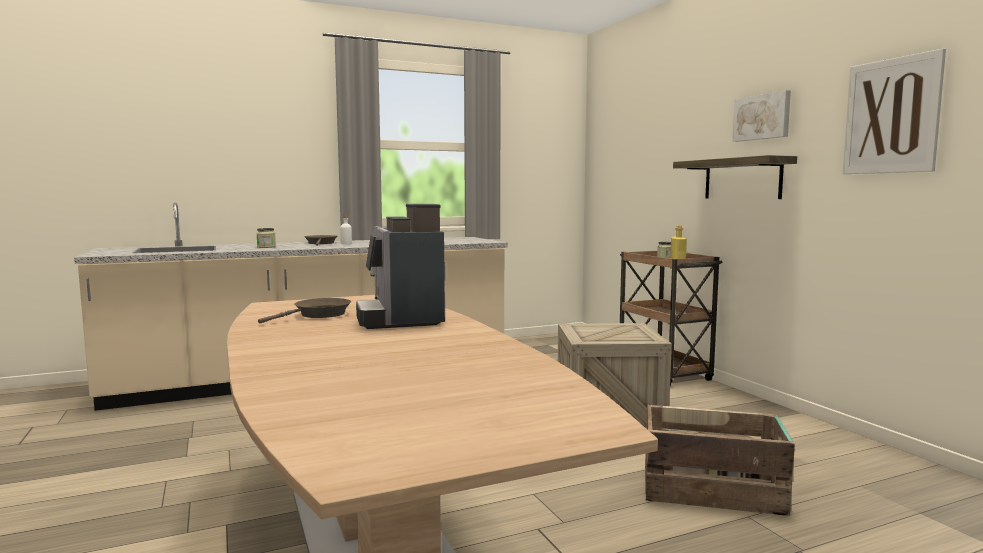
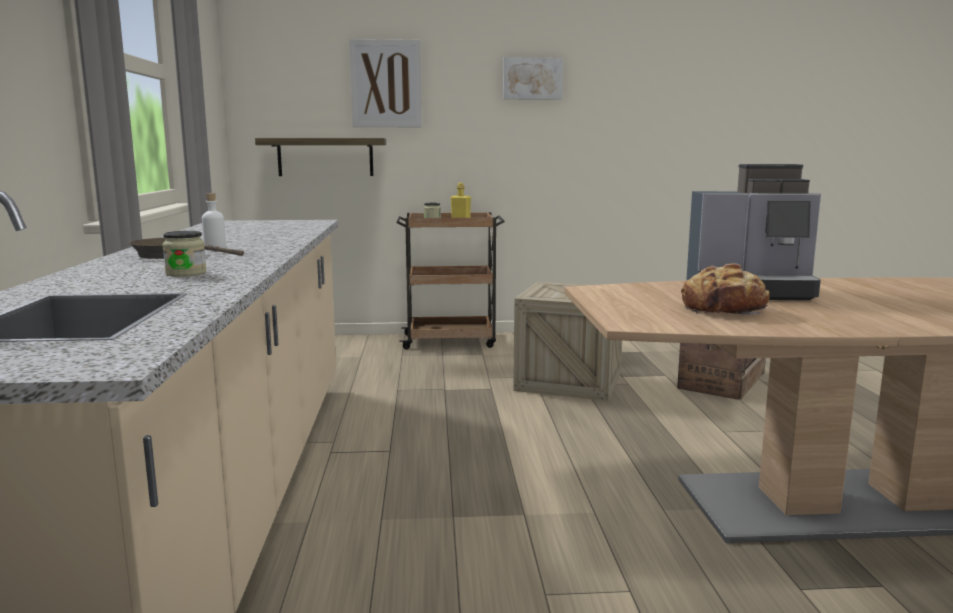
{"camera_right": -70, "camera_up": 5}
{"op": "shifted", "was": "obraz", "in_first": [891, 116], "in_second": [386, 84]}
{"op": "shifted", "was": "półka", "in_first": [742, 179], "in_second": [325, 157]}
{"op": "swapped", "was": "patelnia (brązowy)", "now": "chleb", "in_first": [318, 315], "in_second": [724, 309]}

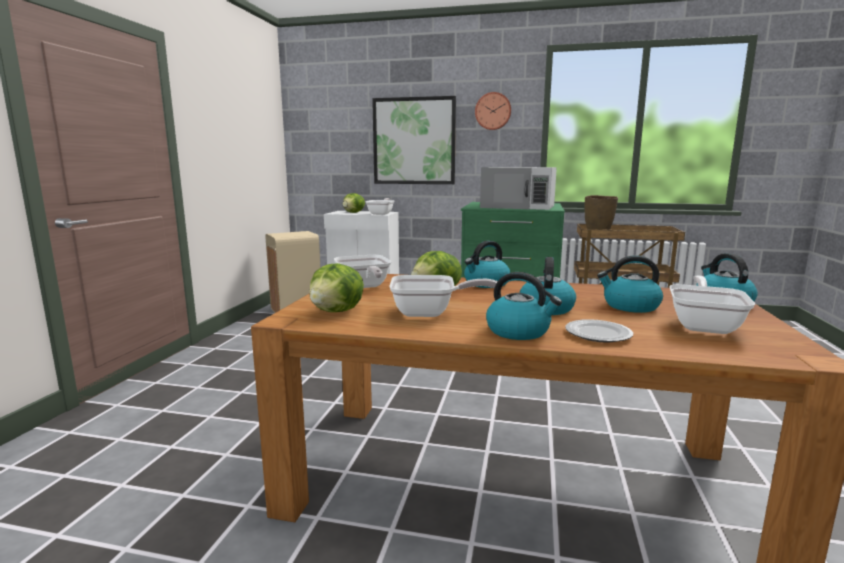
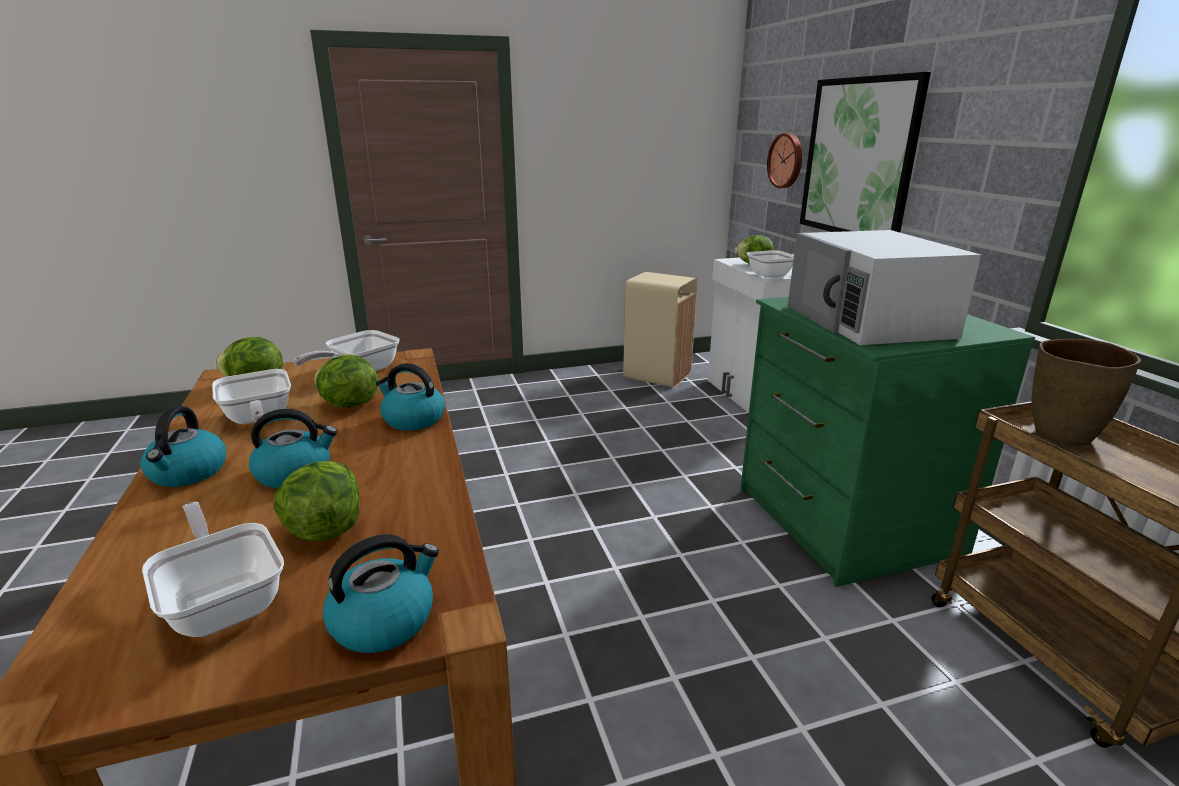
{"camera_right": 60, "camera_up": 10}
{"op": "shifted", "was": "zegar ścienny", "in_first": [493, 111], "in_second": [786, 161]}
{"op": "swapped", "was": "czajnik", "now": "sałata", "in_first": [630, 306], "in_second": [325, 530]}
{"op": "rotated", "was": "patelnia", "in_first": [704, 325], "in_second": [225, 601], "clockwise": -120}
{"op": "gone", "was": "talerz", "in_first": [597, 334]}

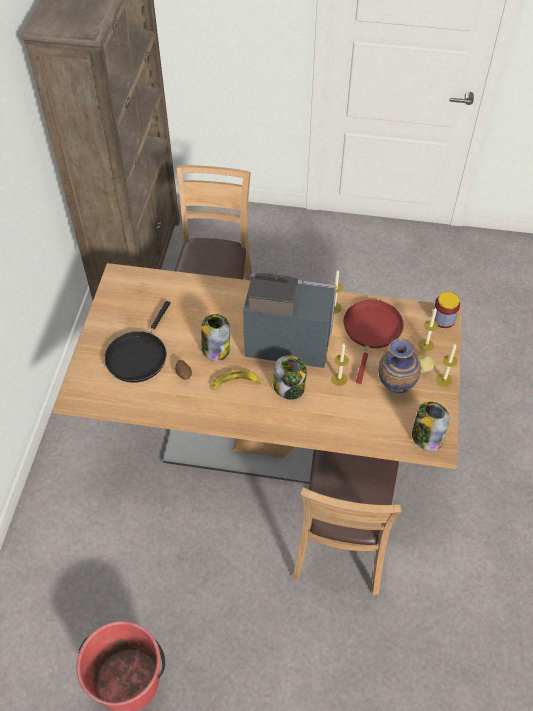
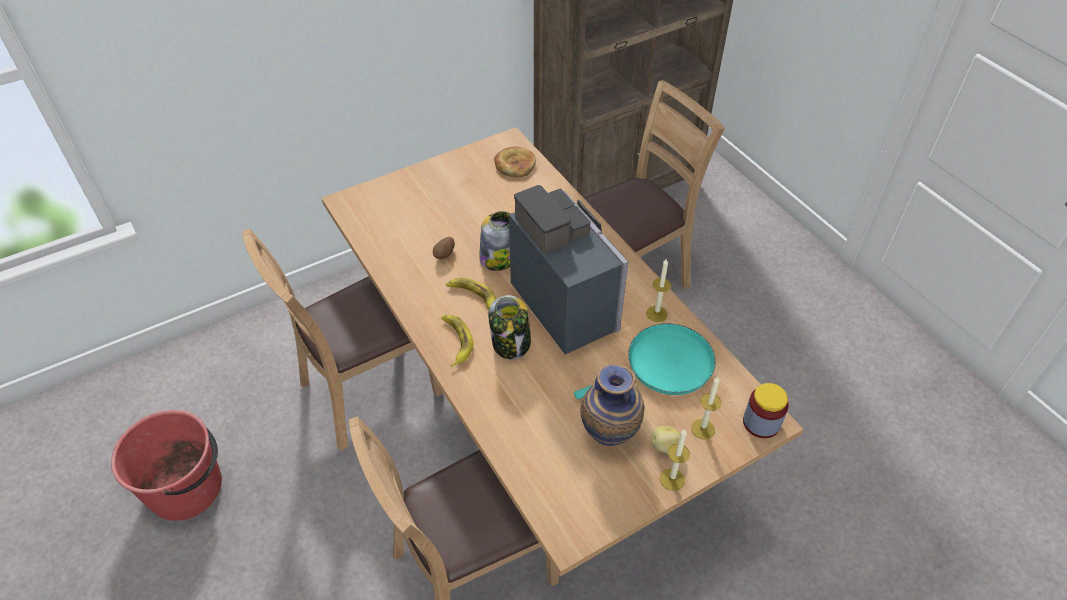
{"camera_right": 50, "camera_up": -5}
{"op": "repainted", "was": "patelnia (czerwony)", "now": "patelnia (turkusowy)", "in_first": [371, 331], "in_second": [663, 366]}
{"op": "gone", "was": "patelnia (czarny)", "in_first": [138, 355]}
{"op": "gone", "was": "świeca", "in_first": [339, 379]}
{"op": "gone", "was": "słoik", "in_first": [426, 437]}
{"op": "new", "now": "chleb", "in_second": [515, 164]}
{"op": "new", "now": "krzesło (brązowy)", "in_second": [369, 390]}
{"op": "new", "now": "banan", "in_second": [456, 341]}

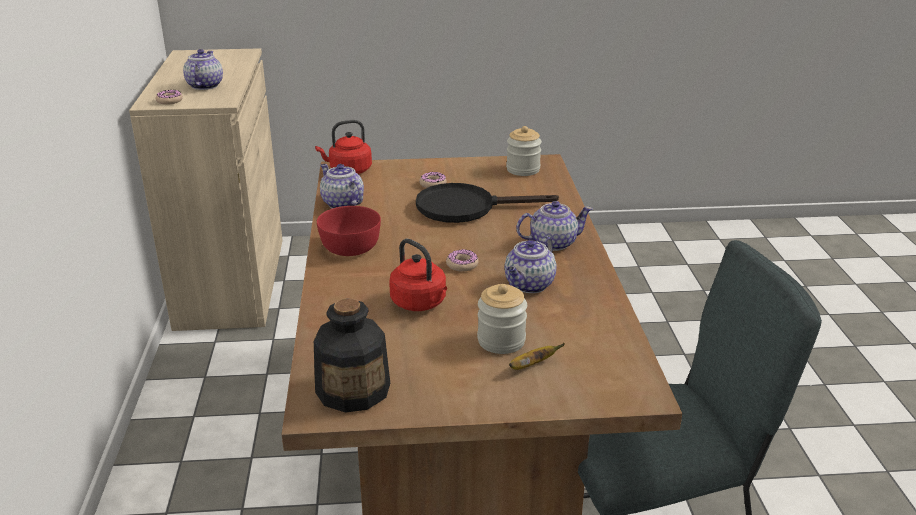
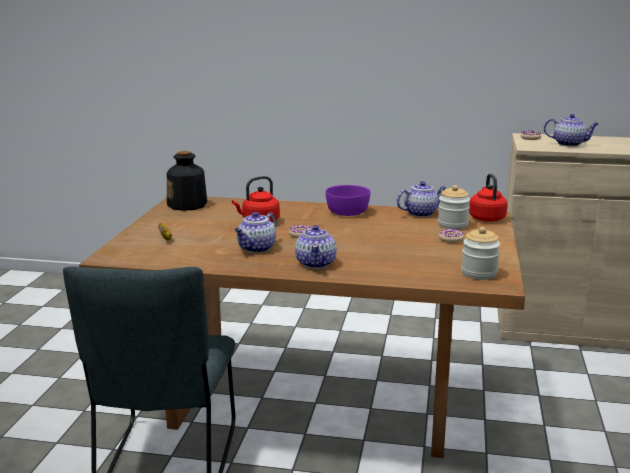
{"camera_right": 105, "camera_up": -10}
{"op": "gone", "was": "patelnia (czarny)", "in_first": [466, 207]}
{"op": "repainted", "was": "miska (czerwony)", "now": "miska (fioletowy)", "in_first": [350, 246], "in_second": [348, 212]}
{"op": "rotated", "was": "imbryk", "in_first": [529, 285], "in_second": [256, 248], "clockwise": -105}
{"op": "shifted", "was": "słoik", "in_first": [501, 341], "in_second": [452, 225]}

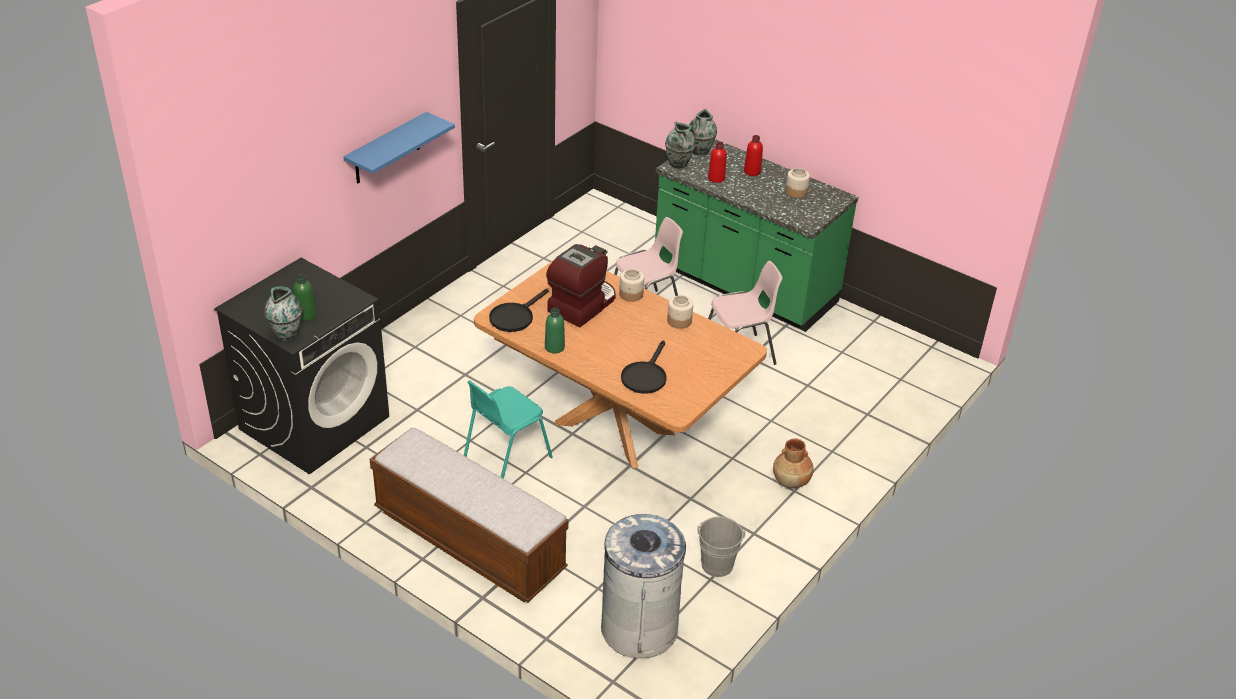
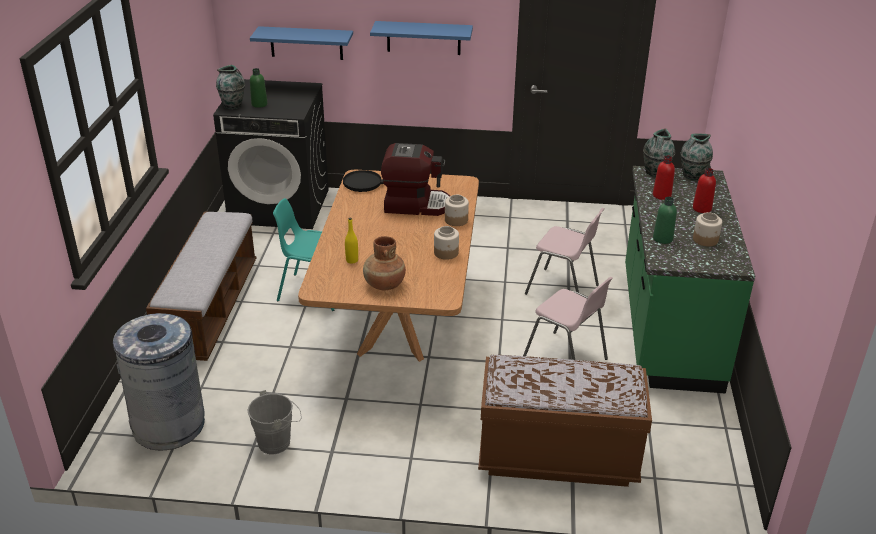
{"camera_right": 60, "camera_up": -5}
{"op": "shifted", "was": "butelka (zielony)", "in_first": [554, 347], "in_second": [662, 239]}
{"op": "swapped", "was": "patelnia (czarny)", "now": "butelka (żółty)", "in_first": [645, 376], "in_second": [352, 260]}
{"op": "shifted", "was": "wazon (brązowy)", "in_first": [791, 481], "in_second": [384, 285]}
{"op": "new", "now": "półka (niebieski)", "in_second": [306, 43]}
{"op": "new", "now": "ławka (brązowy)", "in_second": [557, 457]}

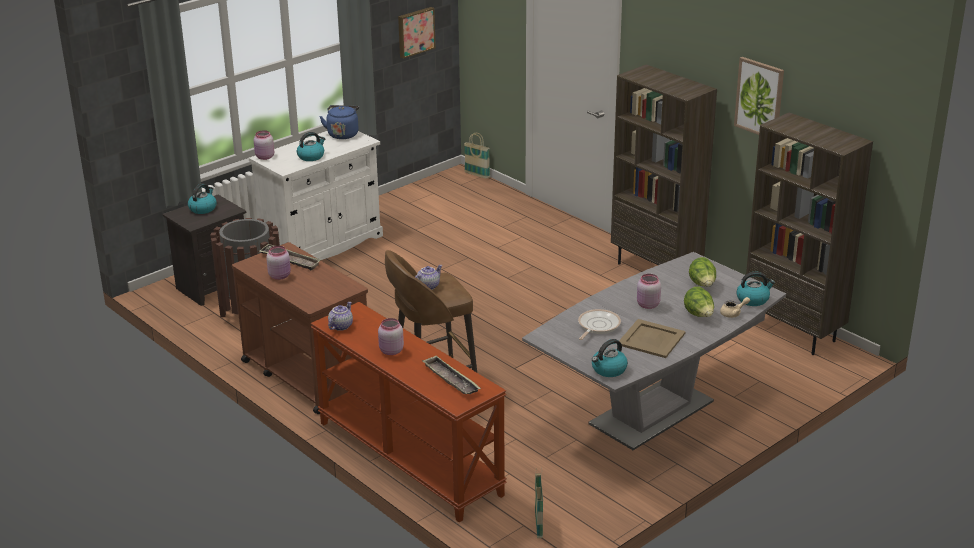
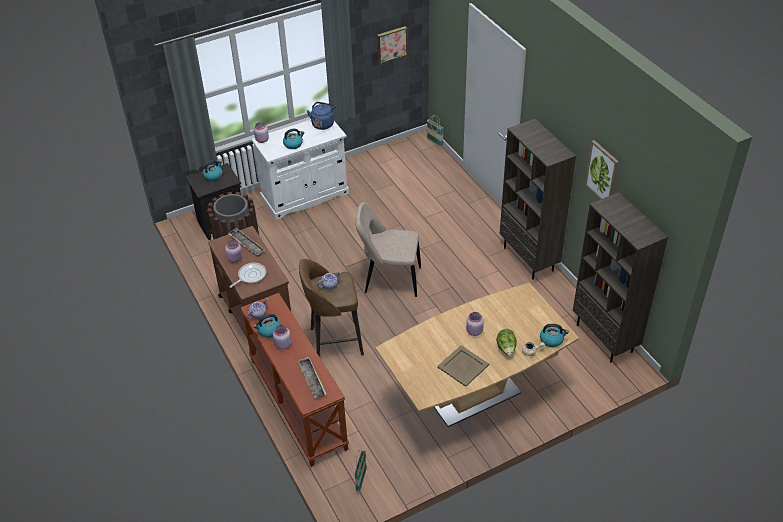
{"camera_right": 15, "camera_up": 15}
{"op": "repainted", "was": "stół jadalny (szary)", "now": "stół jadalny (brązowy)", "in_first": [651, 413], "in_second": [474, 395]}
{"op": "gone", "was": "sałata", "in_first": [702, 285]}
{"op": "shifted", "was": "patelnia", "in_first": [597, 326], "in_second": [250, 276]}
{"op": "shifted", "was": "czajnik", "in_first": [608, 370], "in_second": [269, 331]}
{"op": "new", "now": "krzesło (beżowy)", "in_second": [389, 280]}

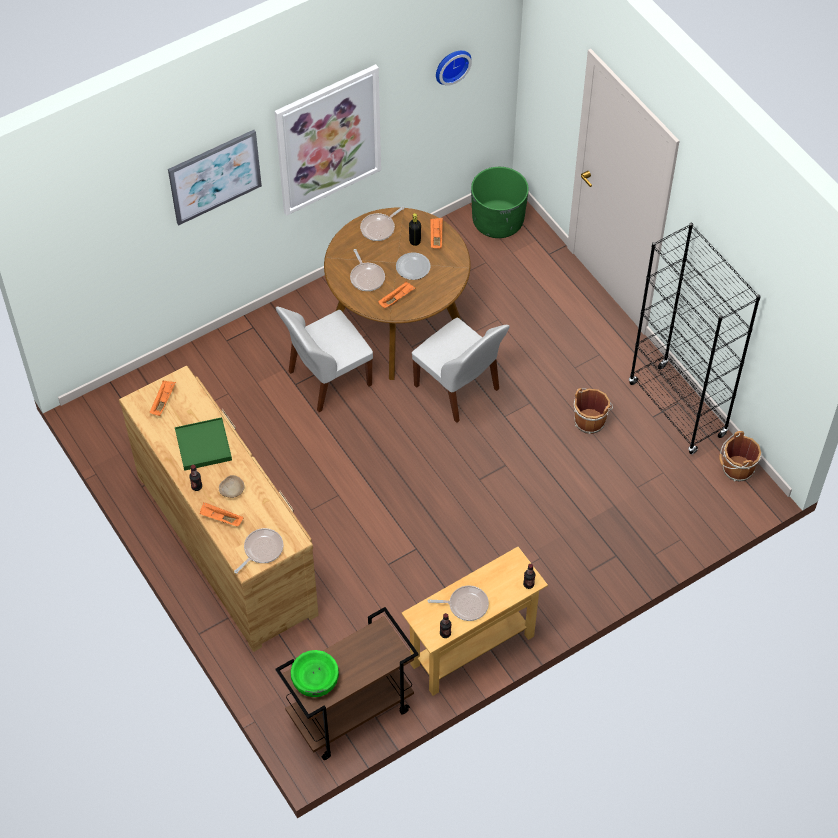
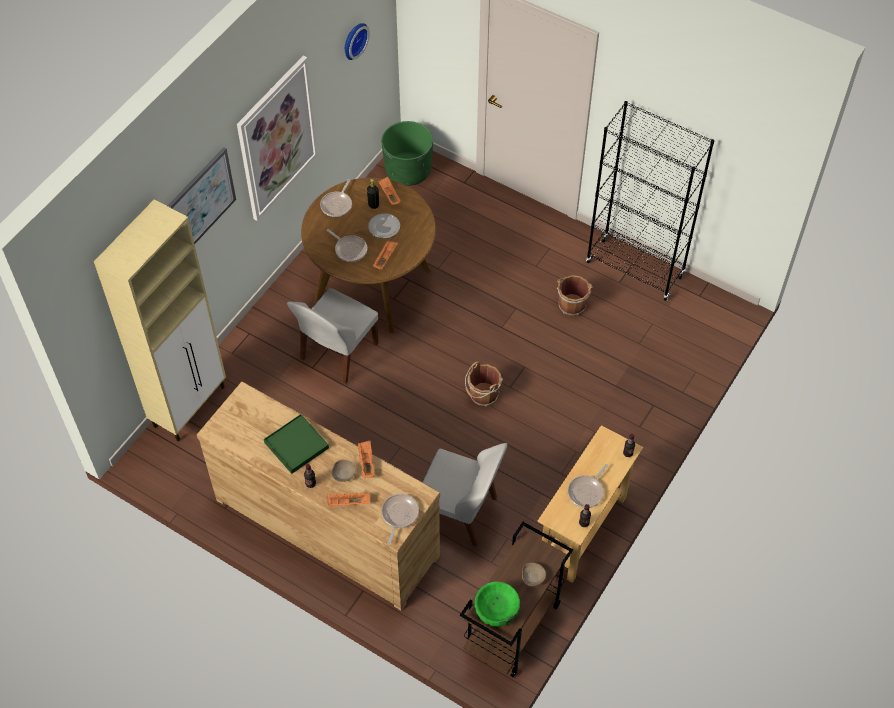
{"camera_right": -25, "camera_up": 0}
{"op": "shifted", "was": "krzesło (biały)", "in_first": [458, 389], "in_second": [460, 513]}
{"op": "shifted", "was": "taca (pomarańczowy)", "in_first": [163, 401], "in_second": [366, 462]}
{"op": "shifted", "was": "wiadro (brązowy)", "in_first": [736, 469], "in_second": [482, 395]}
{"op": "rotated", "was": "patelnia", "in_first": [465, 605], "in_second": [587, 491], "clockwise": 150}
{"op": "new", "now": "szafka (beżowy)", "in_second": [190, 406]}
{"op": "new", "now": "miska (beżowy)", "in_second": [533, 577]}

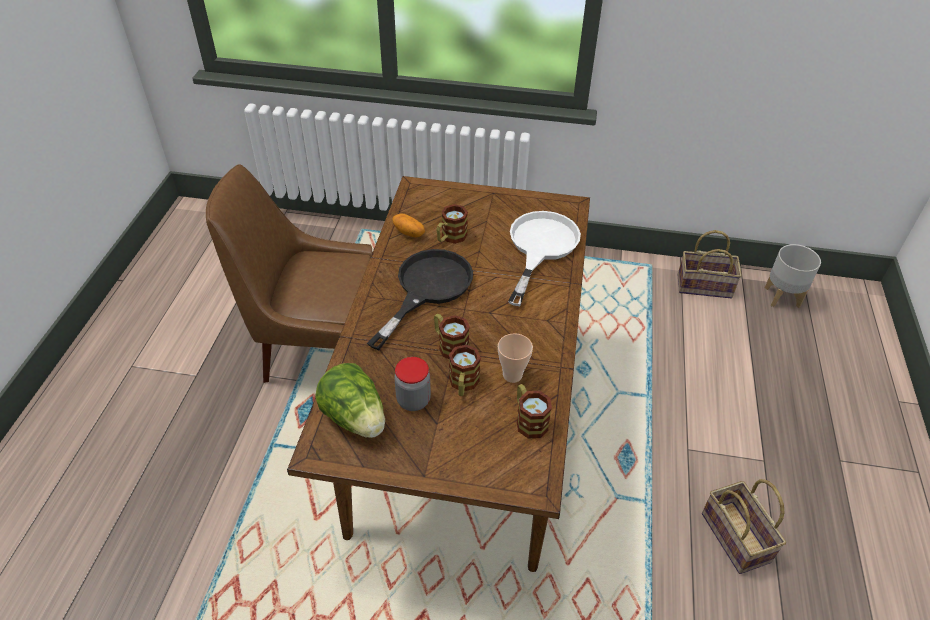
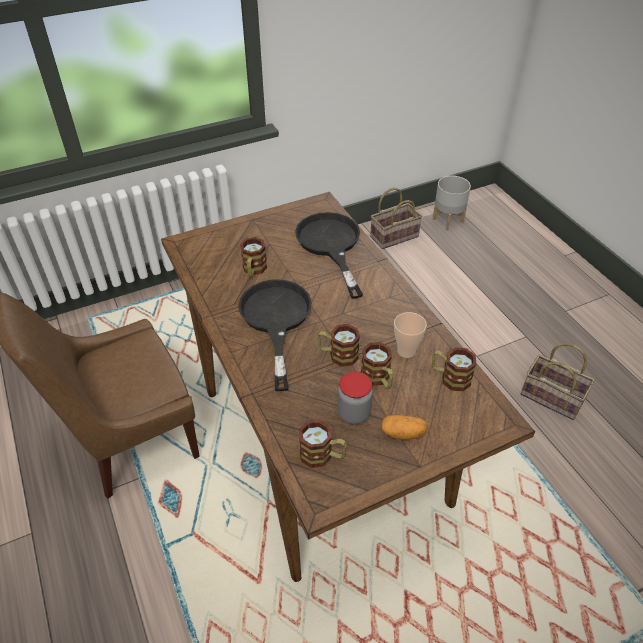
{"camera_right": -35, "camera_up": 0}
{"op": "repainted", "was": "patelnia (biały)", "now": "patelnia (czarny)", "in_first": [540, 247], "in_second": [331, 245]}
{"op": "shifted", "was": "ziemniak", "in_first": [409, 232], "in_second": [402, 433]}
{"op": "swapped", "was": "sałata", "now": "kubek", "in_first": [355, 418], "in_second": [322, 455]}

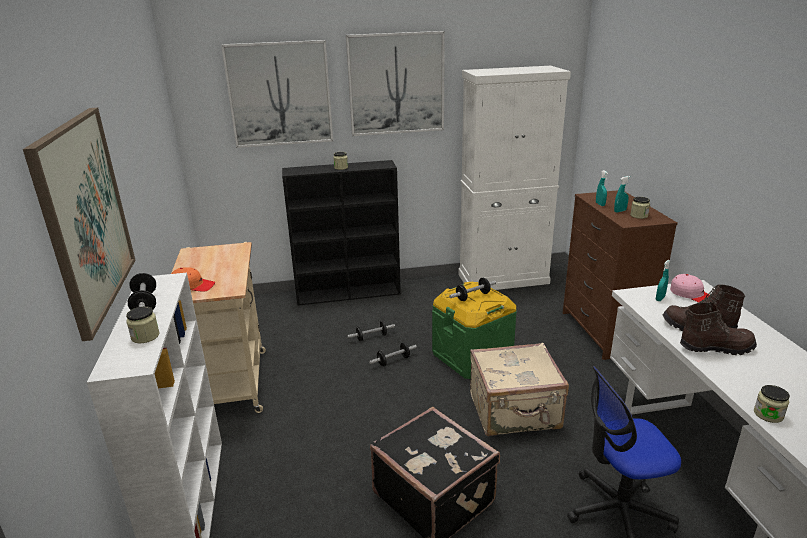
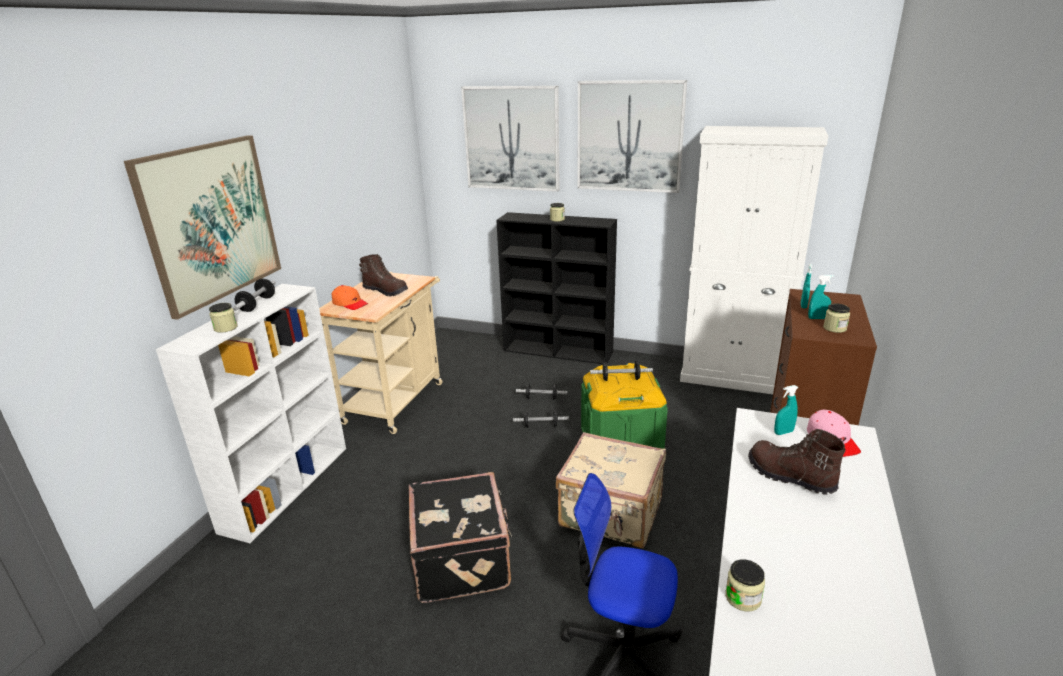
{"camera_right": 30, "camera_up": 0}
{"op": "shifted", "was": "but z cholewką (brązowy)", "in_first": [715, 347], "in_second": [386, 291]}

